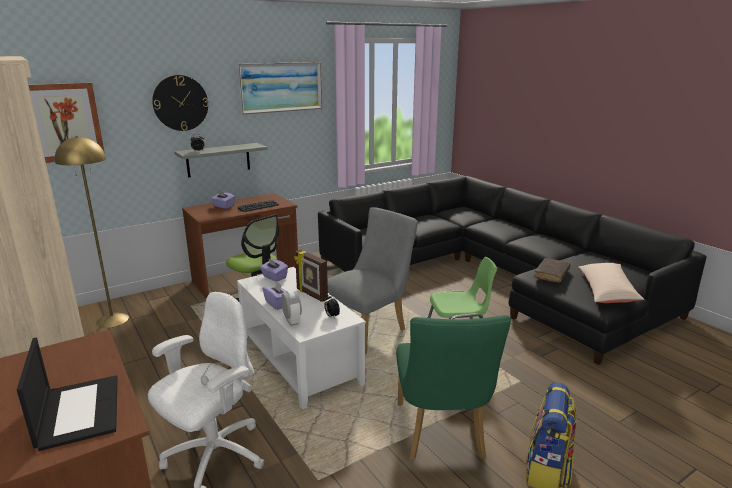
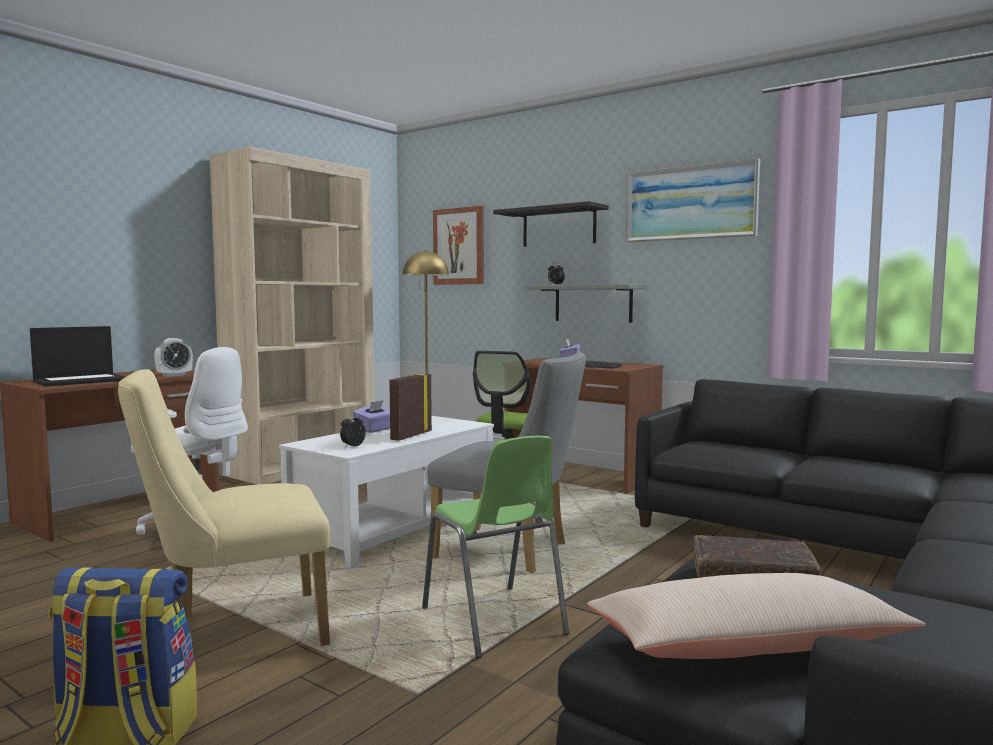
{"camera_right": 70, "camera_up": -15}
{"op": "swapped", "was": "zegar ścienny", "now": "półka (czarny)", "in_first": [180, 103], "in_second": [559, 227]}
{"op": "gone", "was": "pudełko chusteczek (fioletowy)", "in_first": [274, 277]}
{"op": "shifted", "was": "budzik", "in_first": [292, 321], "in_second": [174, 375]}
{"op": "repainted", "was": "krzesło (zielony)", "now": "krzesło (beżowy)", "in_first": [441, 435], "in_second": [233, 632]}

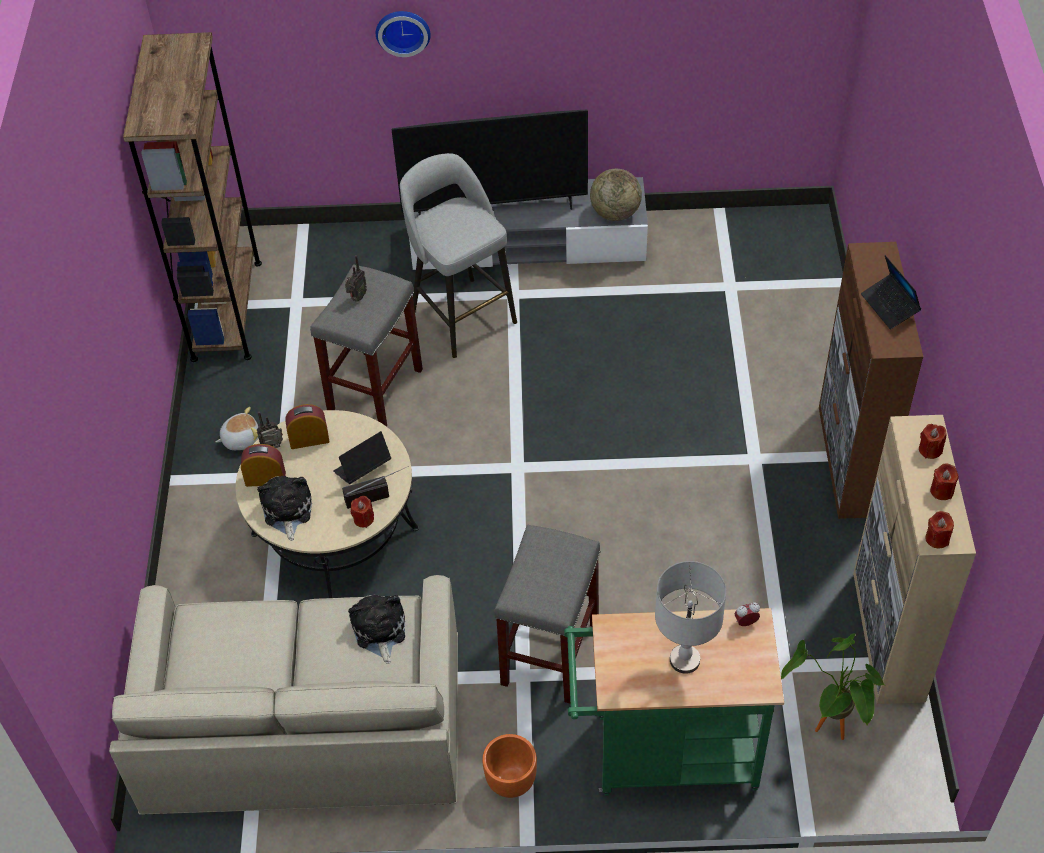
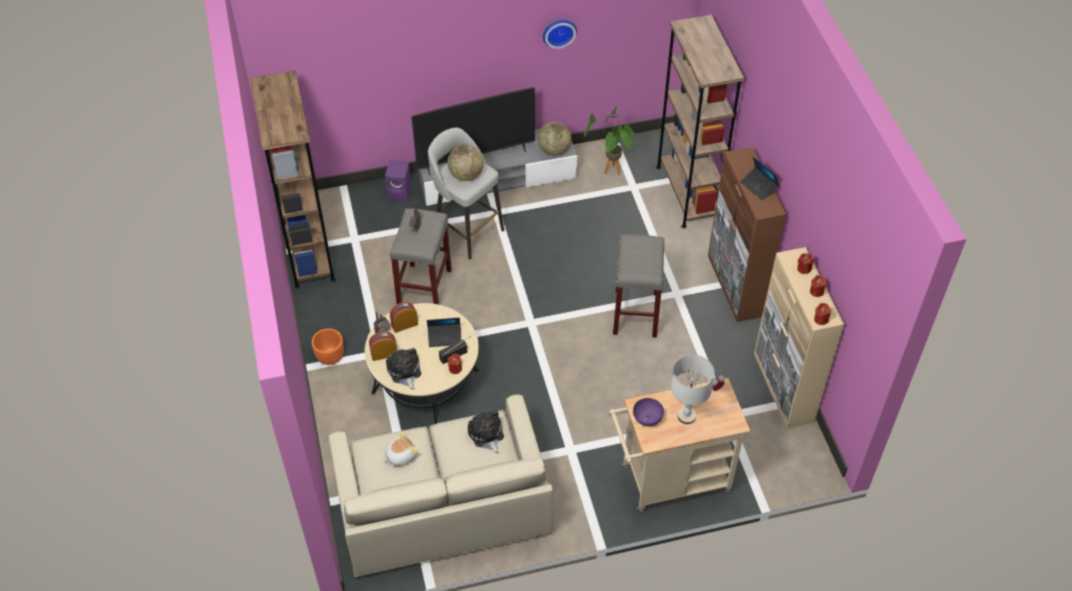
{"camera_right": -15, "camera_up": 0}
{"op": "shifted", "was": "zegar ścienny", "in_first": [403, 30], "in_second": [558, 31]}
{"op": "shifted", "was": "pluszak", "in_first": [241, 439], "in_second": [400, 455]}
{"op": "rotated", "was": "laptop", "in_first": [362, 468], "in_second": [445, 337], "clockwise": -135}
{"op": "shifted", "was": "stołek (szary)", "in_first": [550, 655], "in_second": [636, 314]}
{"op": "repainted", "was": "wózek (zielony)", "now": "wózek (beżowy)", "in_first": [664, 753], "in_second": [669, 480]}
{"op": "shifted", "was": "roślina doniczkowa", "in_first": [827, 734], "in_second": [611, 174]}
{"op": "shifted", "was": "donica (pomarańczowy)", "in_first": [510, 782], "in_second": [330, 358]}
{"op": "new", "now": "regał (brązowy)", "in_second": [687, 193]}
{"op": "new", "now": "globus", "in_second": [466, 175]}
{"op": "new", "now": "głośnik (fioletowy)", "in_second": [400, 192]}
{"op": "new", "now": "miska (fioletowy)", "in_second": [647, 418]}

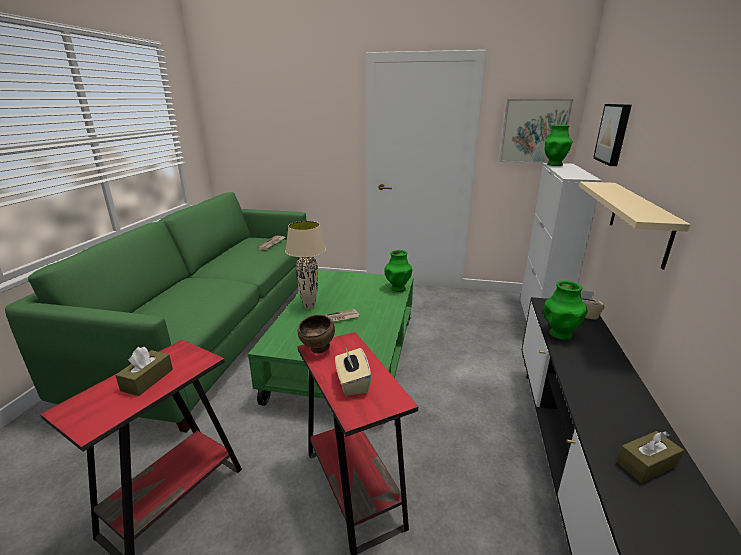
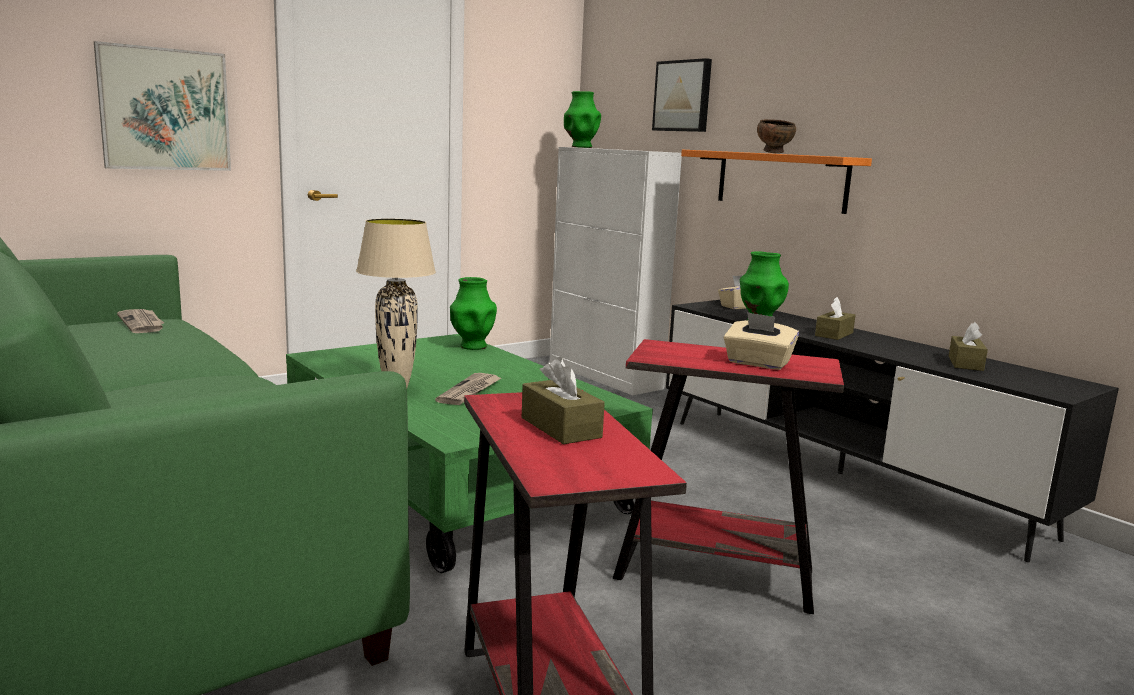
{"camera_right": -50, "camera_up": -10}
{"op": "shifted", "was": "obraz", "in_first": [534, 131], "in_second": [165, 109]}
{"op": "repainted", "was": "półka (beżowy)", "now": "półka (pomarańczowy)", "in_first": [639, 222], "in_second": [781, 180]}
{"op": "shifted", "was": "miska (brązowy)", "in_first": [318, 350], "in_second": [774, 153]}
{"op": "new", "now": "pudełko chusteczek (brązowy)", "in_second": [834, 334]}

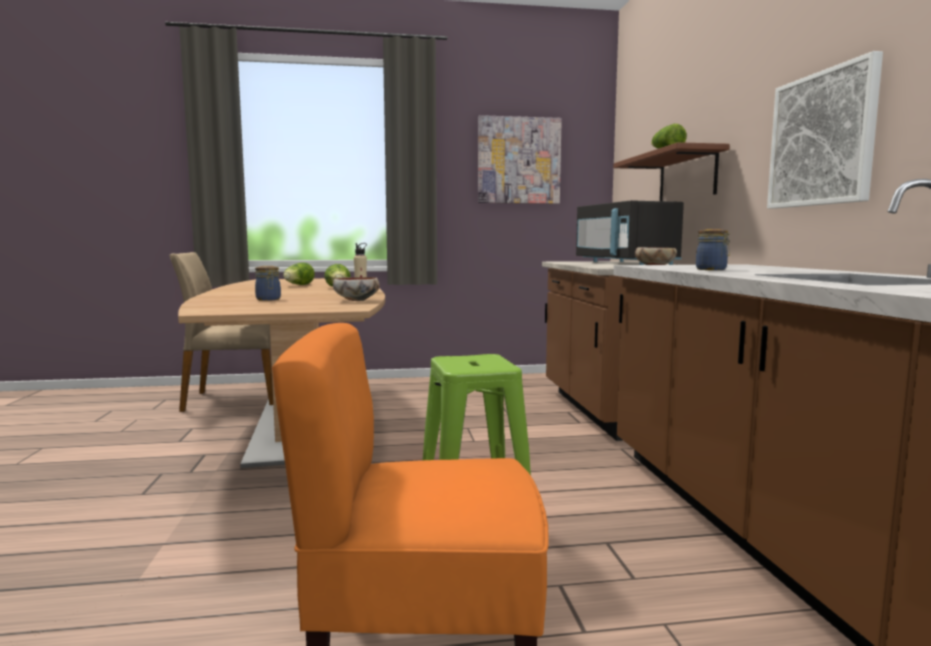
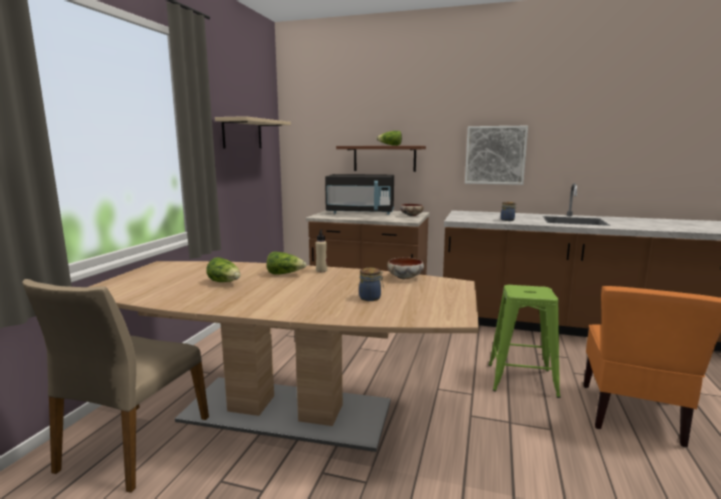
{"camera_right": -65, "camera_up": 5}
{"op": "swapped", "was": "obraz", "now": "półka (beżowy)", "in_first": [519, 160], "in_second": [242, 134]}

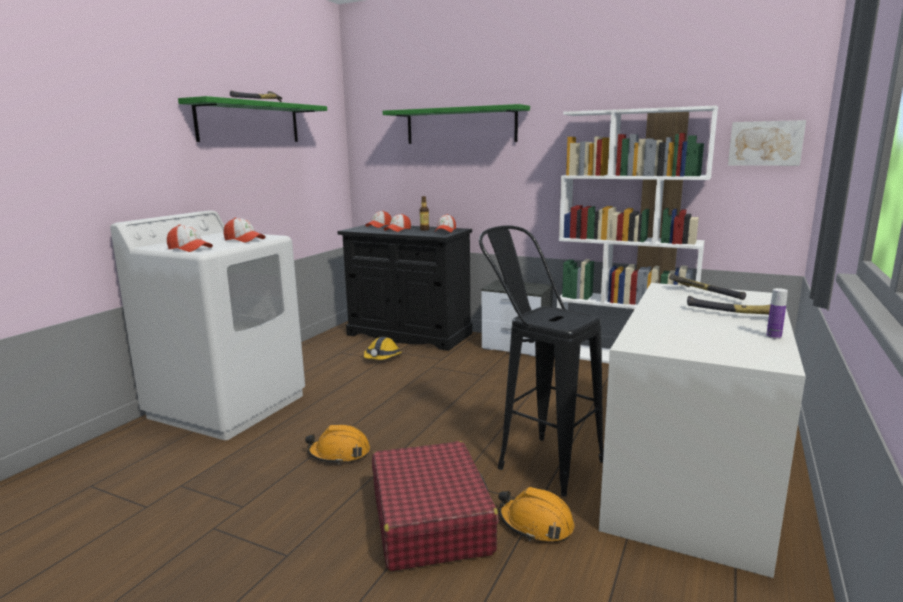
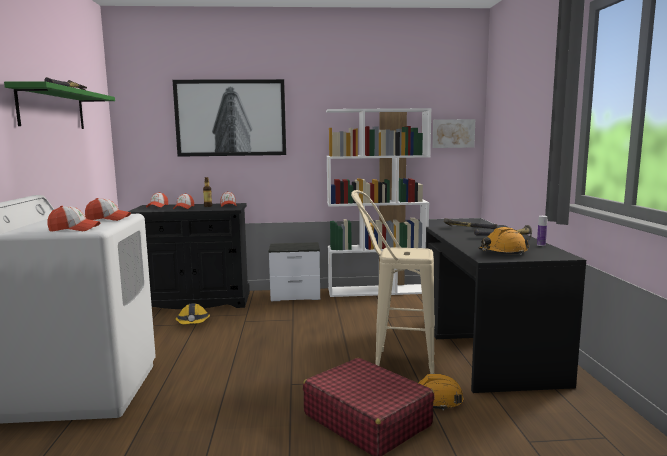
{"camera_right": -30, "camera_up": -5}
{"op": "swapped", "was": "półka (zielony)", "now": "obraz", "in_first": [460, 126], "in_second": [230, 118]}
{"op": "repainted", "was": "stołek (czarny)", "now": "stołek (beżowy)", "in_first": [537, 459], "in_second": [392, 363]}
{"op": "repainted", "was": "biurko (biały)", "now": "biurko (czarny)", "in_first": [691, 476], "in_second": [488, 350]}
{"op": "shifted", "was": "kask (pomarańczowy)", "in_first": [339, 454], "in_second": [502, 253]}

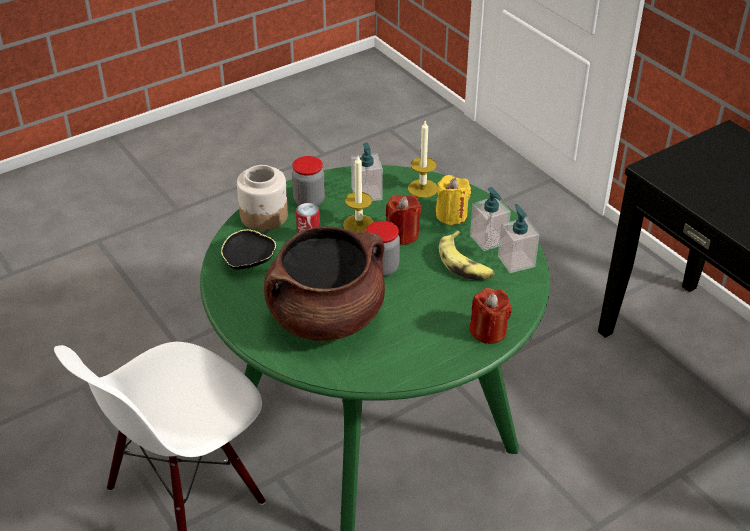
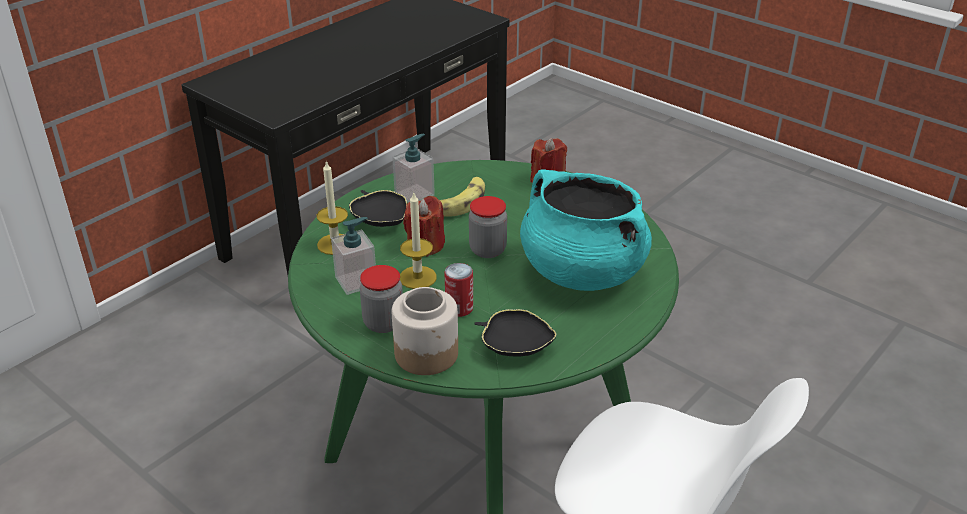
{"camera_right": -105, "camera_up": -5}
{"op": "swapped", "was": "świeca (żółty)", "now": "miska (czarny)", "in_first": [451, 215], "in_second": [380, 220]}
{"op": "gone", "was": "dozownik mydła", "in_first": [516, 261]}
{"op": "repainted", "was": "garnek (brązowy)", "now": "garnek (turkusowy)", "in_first": [326, 317], "in_second": [581, 272]}

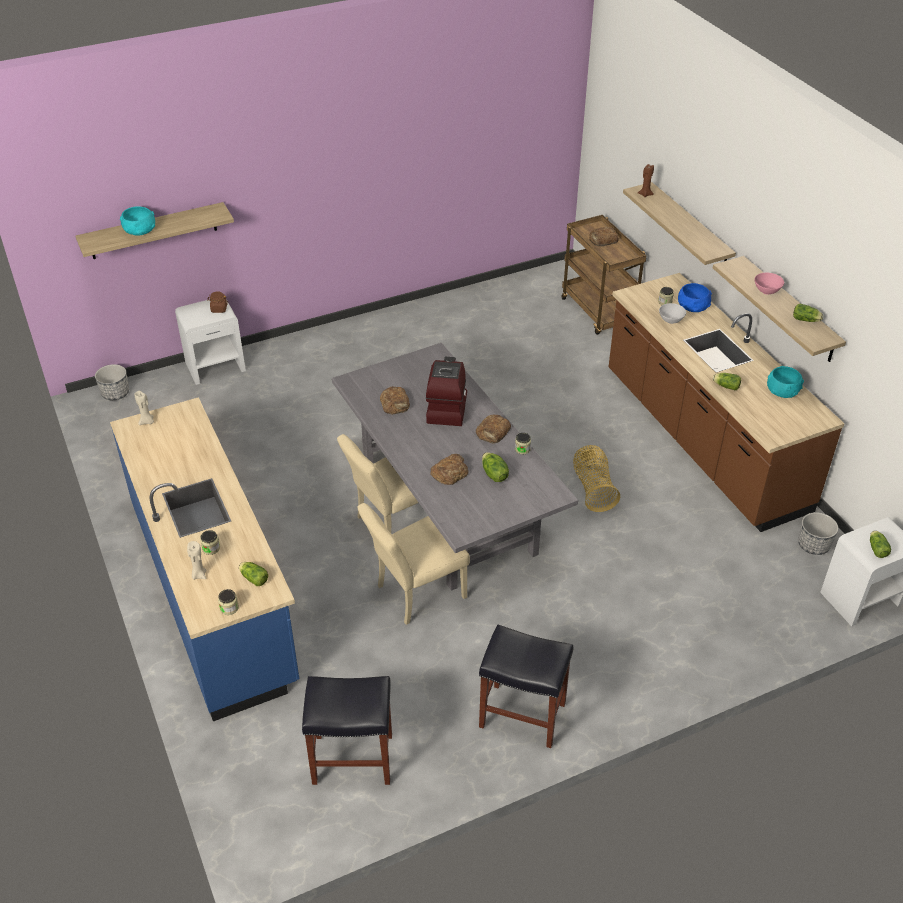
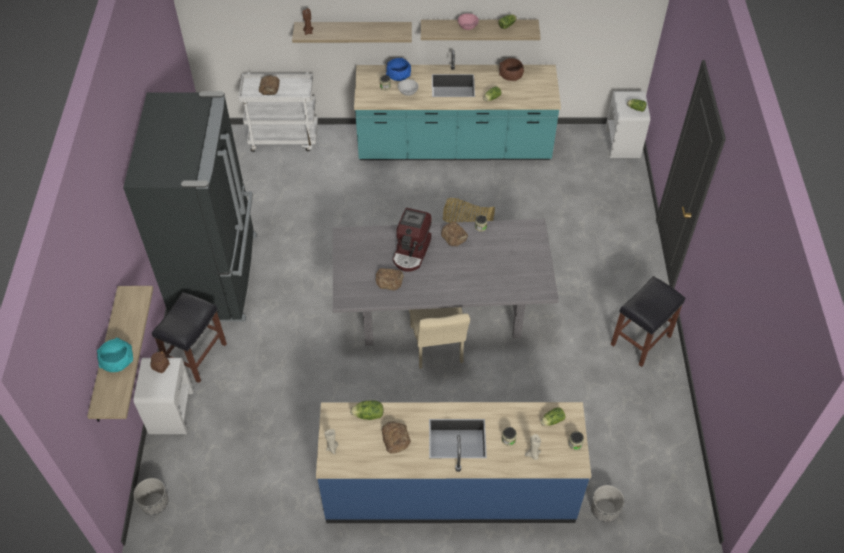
{"camera_right": -65, "camera_up": 10}
{"op": "repainted", "was": "wózek (brązowy)", "now": "wózek (biały)", "in_first": [599, 312], "in_second": [284, 138]}
{"op": "repainted", "was": "zabudowa kuchenna (brązowy)", "now": "zabudowa kuchenna (turkusowy)", "in_first": [702, 440], "in_second": [454, 147]}
{"op": "rotated", "was": "ekspres do kawy", "in_first": [446, 407], "in_second": [412, 252], "clockwise": -105}
{"op": "repainted", "was": "miska (turkusowy)", "now": "miska (brązowy)", "in_first": [782, 390], "in_second": [510, 75]}
{"op": "shifted", "was": "sałata", "in_first": [494, 475], "in_second": [368, 415]}
{"op": "shifted", "was": "chleb", "in_first": [450, 472], "in_second": [395, 438]}
{"op": "gone", "was": "krzesło (beżowy)", "in_first": [415, 594]}
{"op": "shifted", "was": "donica", "in_first": [813, 545], "in_second": [604, 510]}
{"op": "shifted", "was": "stołek (czarny)", "in_first": [354, 758], "in_second": [196, 355]}
{"op": "new", "now": "lodówka (czarny)", "in_second": [218, 276]}

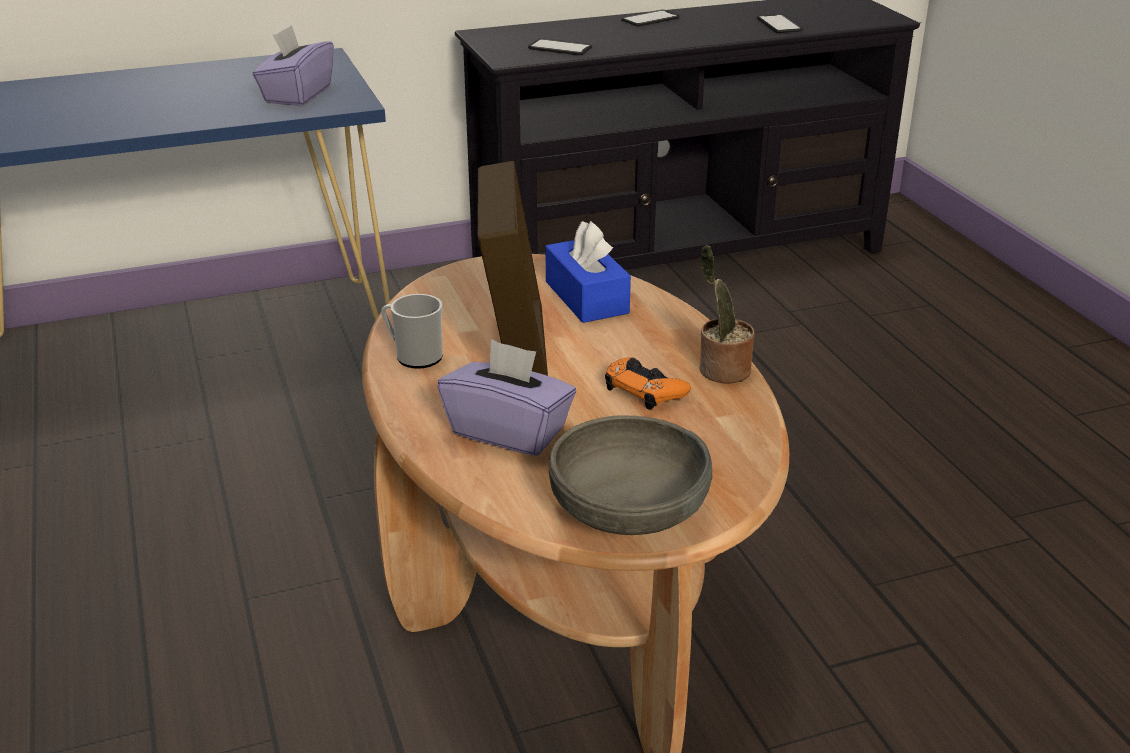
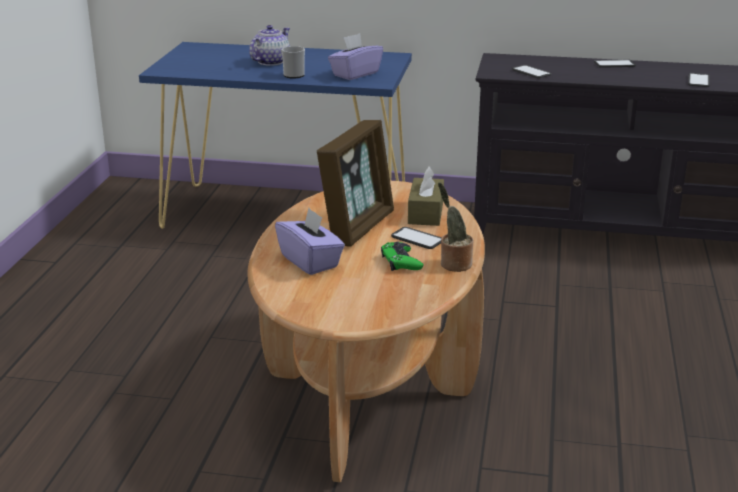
{"camera_right": 30, "camera_up": -5}
{"op": "repainted", "was": "pudełko chusteczek (niebieski)", "now": "pudełko chusteczek (brązowy)", "in_first": [586, 297], "in_second": [425, 213]}
{"op": "shifted", "was": "kubek", "in_first": [414, 356], "in_second": [292, 74]}
{"op": "repainted", "was": "pad do gier (pomarańczowy)", "now": "pad do gier (zielony)", "in_first": [644, 390], "in_second": [401, 262]}
{"op": "gone", "was": "miska (szary)", "in_first": [628, 512]}
{"op": "new", "now": "imbryk", "in_second": [270, 62]}
{"op": "new", "now": "telefon", "in_second": [417, 239]}

